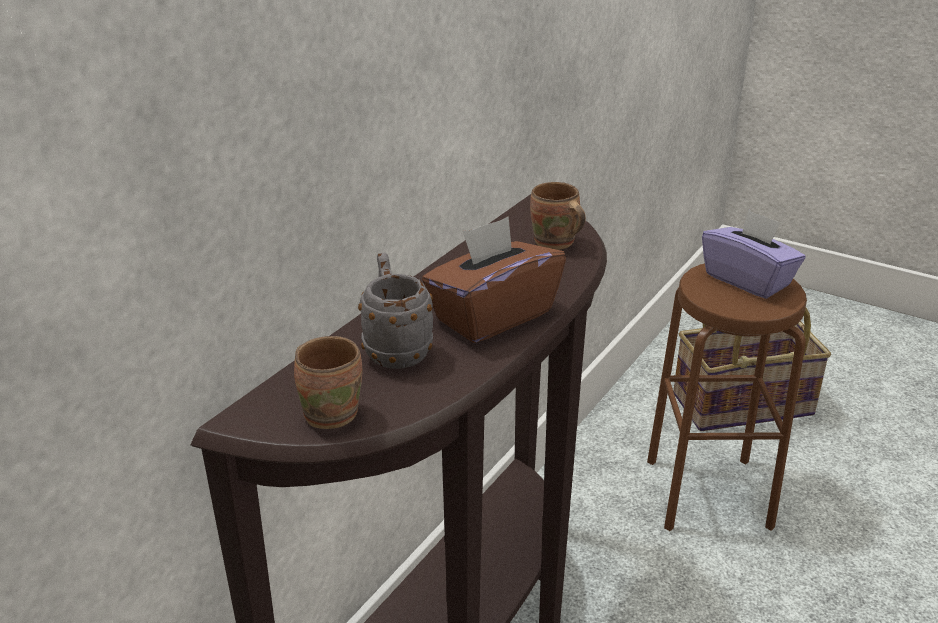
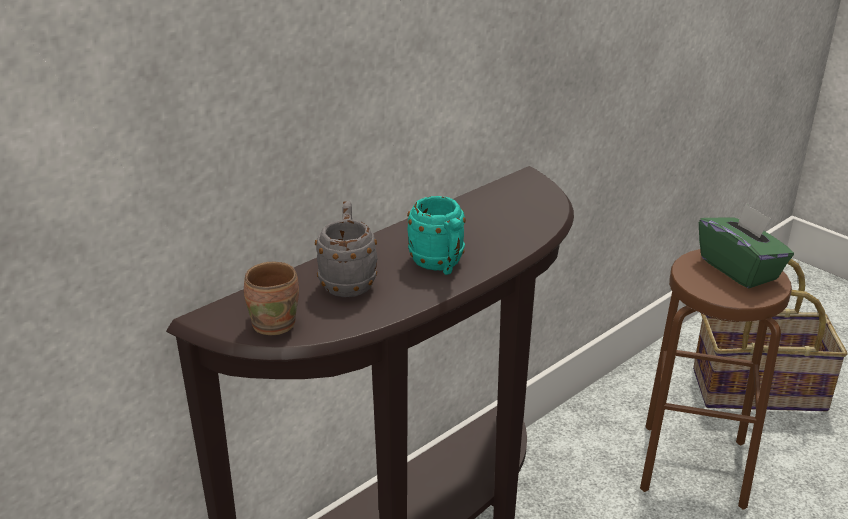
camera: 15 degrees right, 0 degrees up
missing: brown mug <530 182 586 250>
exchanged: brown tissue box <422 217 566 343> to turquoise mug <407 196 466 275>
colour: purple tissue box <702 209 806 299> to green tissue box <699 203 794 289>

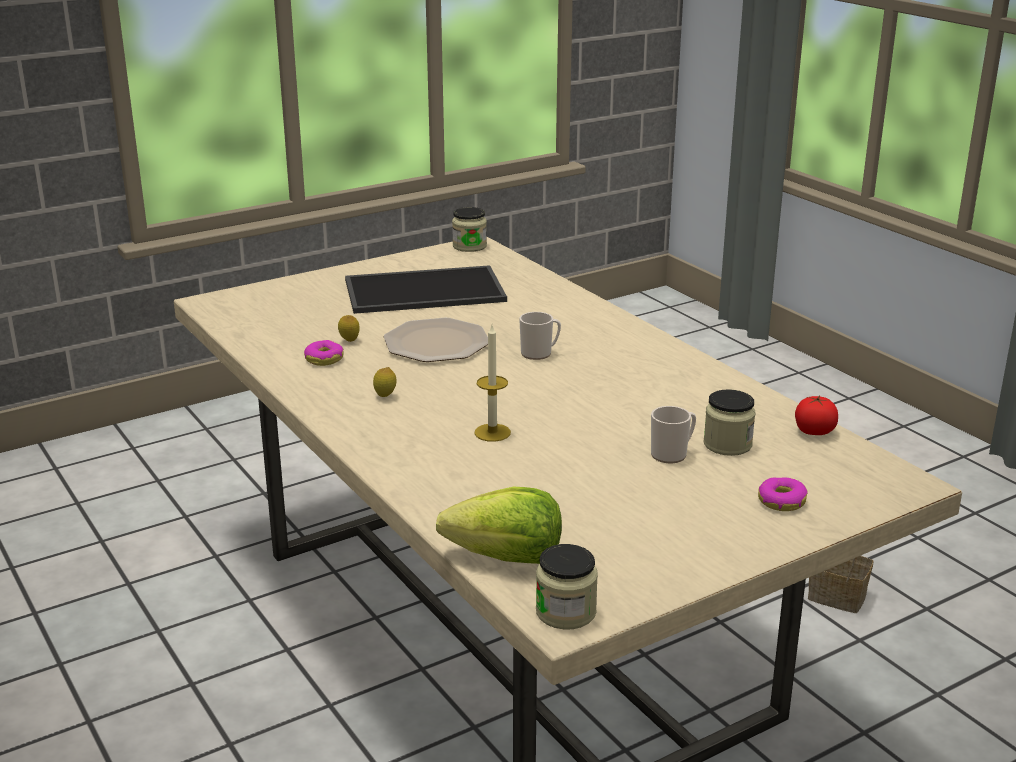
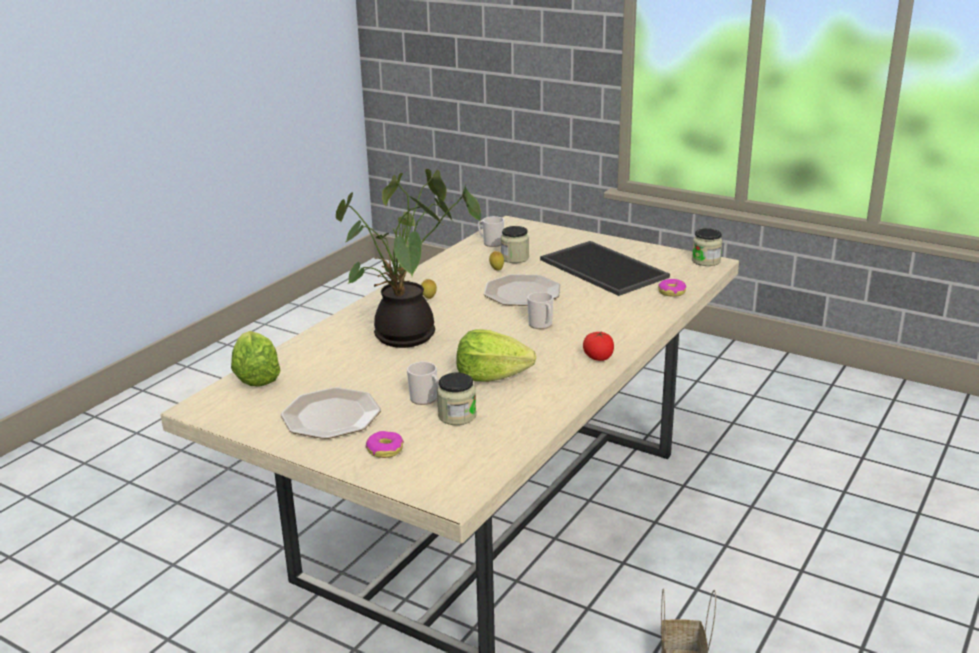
camera: 65 degrees right, 0 degrees up
appeared: plate <281 387 381 439>; lettuce <456 329 536 382>; mug <478 216 504 247>
relocated: donut <304 340 344 366> to <658 279 686 297>; jar <536 544 598 630> to <501 226 529 263>; tomato <795 395 838 435> to <583 332 614 361>
exchanged: candle <474 325 511 442> to potted plant <336 169 481 348>

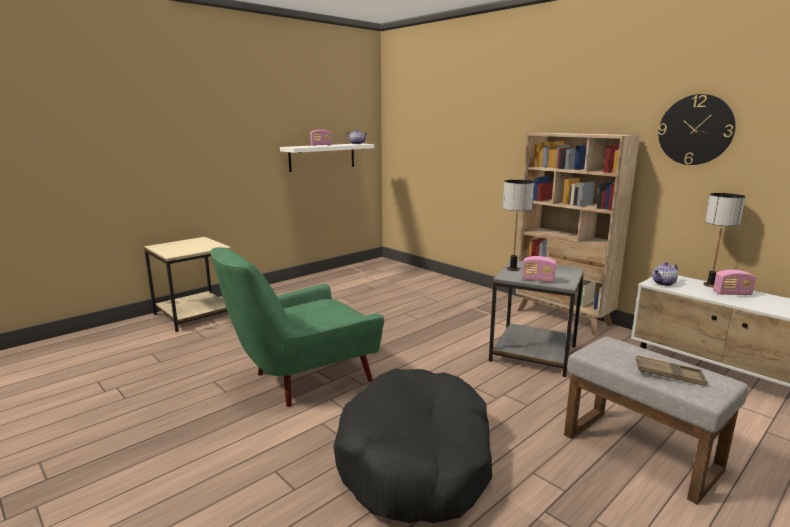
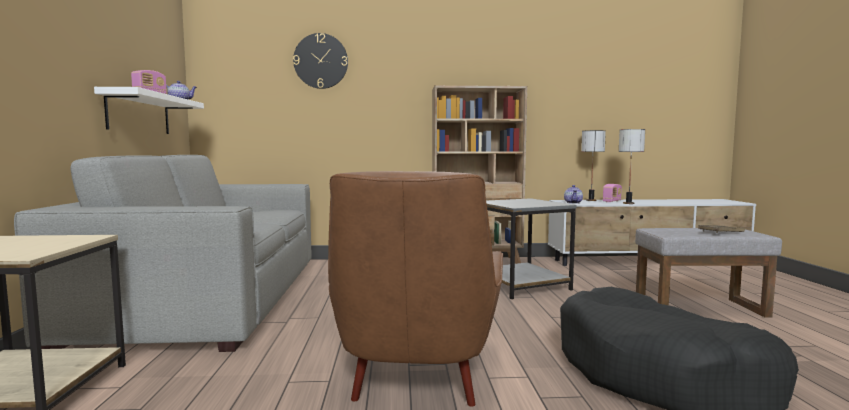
camera: 50 degrees left, 10 degrees down
missing: radio <522 256 556 282>
appeared: grey sofa <14 155 312 352>
relocated: table lamp <503 180 534 271> to <619 129 645 204>; wall clock <658 94 736 165> to <293 33 348 89>
colour: green armchair <210 247 384 407> to brown armchair <328 171 504 407>

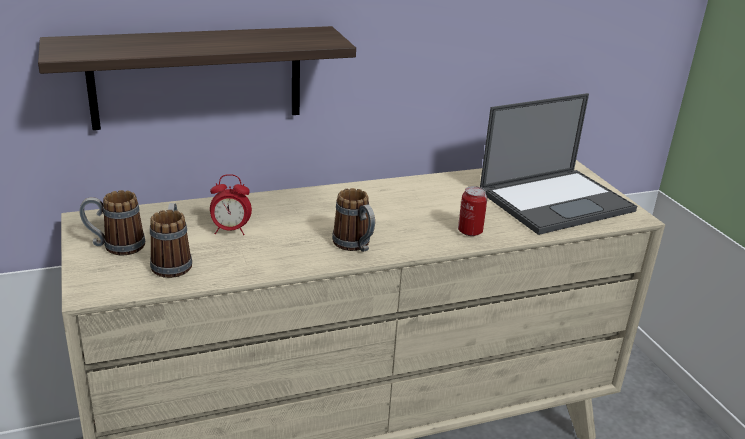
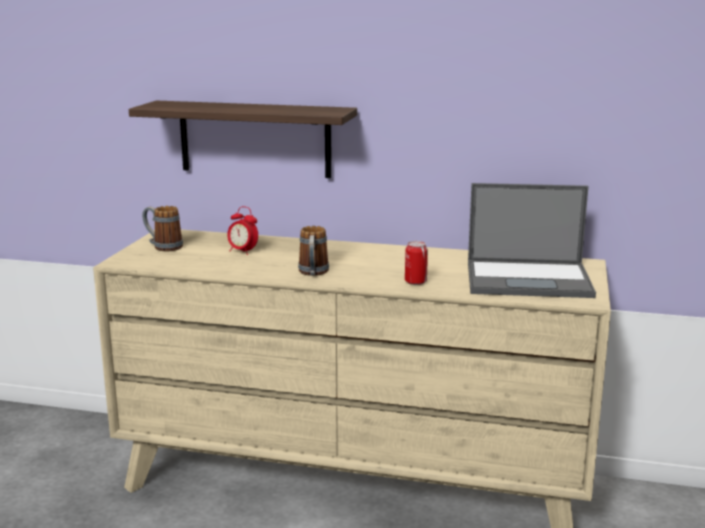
camera: 35 degrees right, 10 degrees down
missing: mug <150 203 192 278>

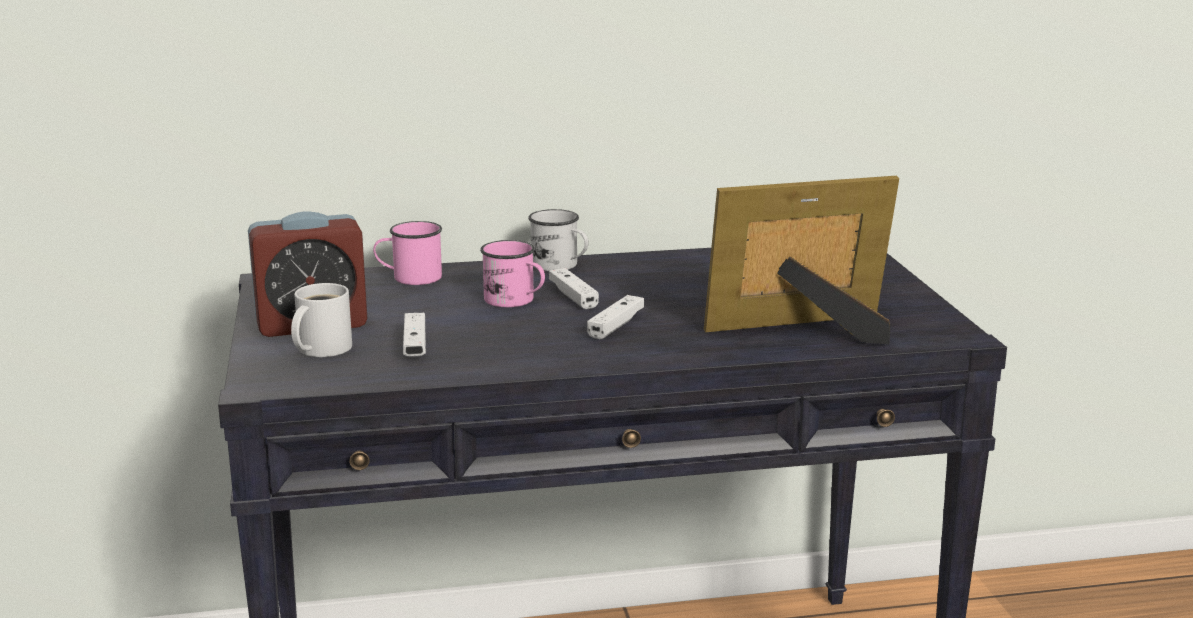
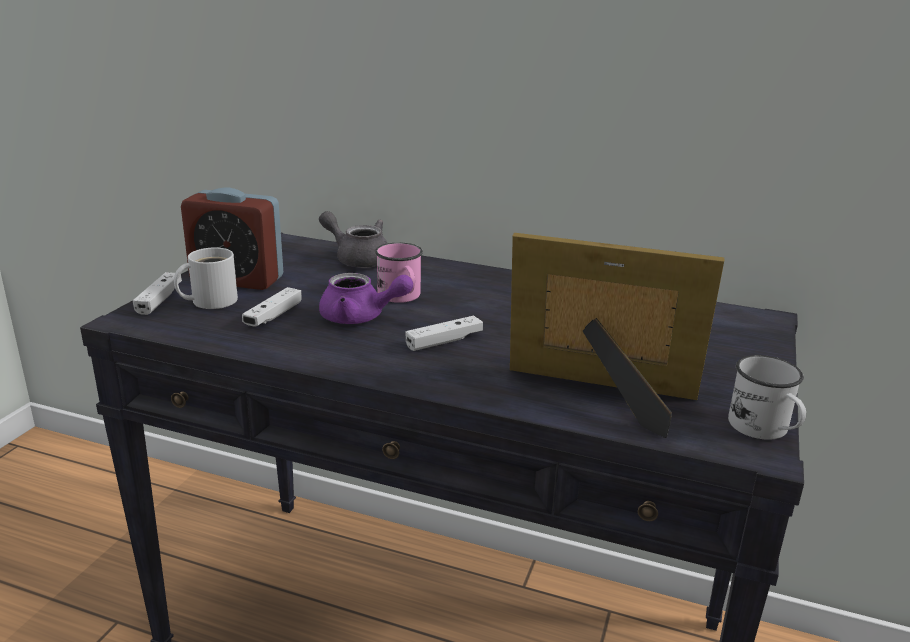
camera: 30 degrees right, 5 degrees up
appeared: purple teapot <319 273 413 324>
relocated: white mug <528 209 588 271> to <728 355 806 440>; white game controller <549 268 599 309> to <133 272 182 315>
exchanged: pink mug <373 221 442 285> to grey teapot <319 211 387 268>

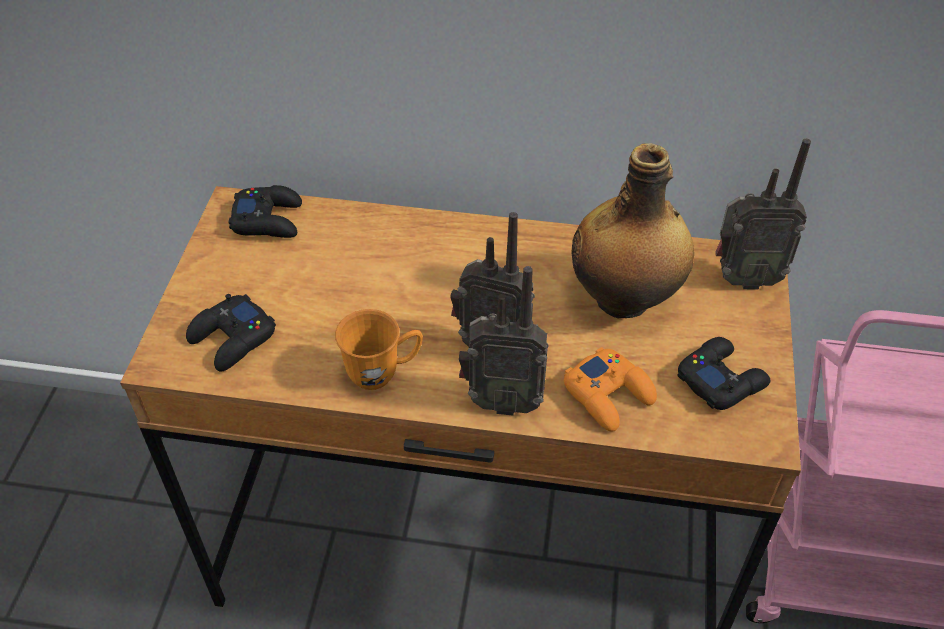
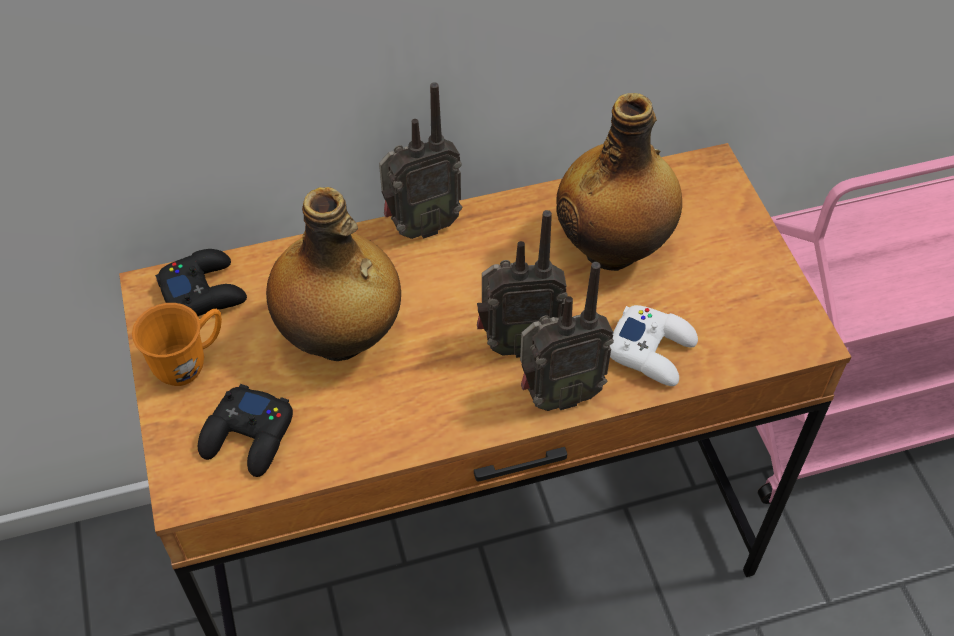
camera: 25 degrees left, 5 degrees up
missing: black game controller <677 337 771 410>
appeared: bottle <266 187 401 361>
relocated: orange mug <335 309 423 390> to <132 303 222 386>; radio <715 139 811 290> to <379 82 462 239>
colour: orange game controller <564 347 657 432> to white game controller <610 305 698 386>

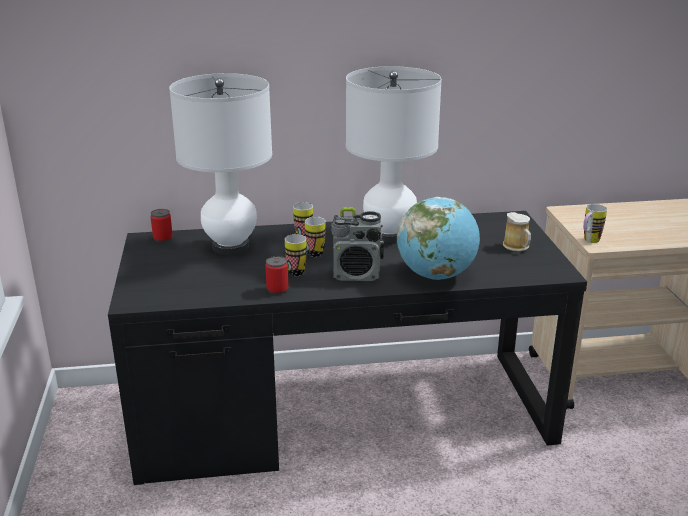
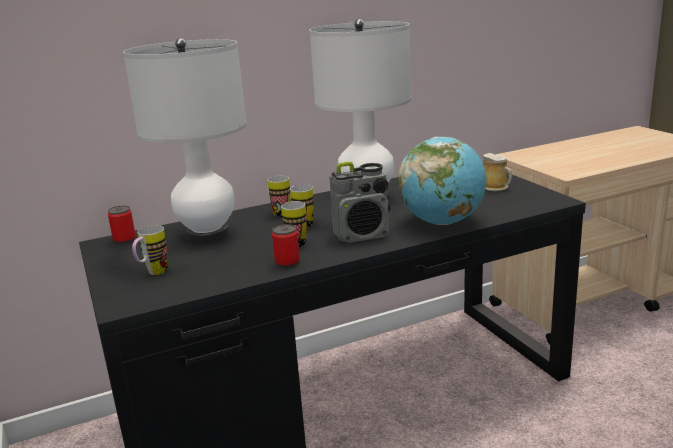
camera: 15 degrees left, 5 degrees down
relocated: mug <583 204 607 243> to <132 225 167 275>

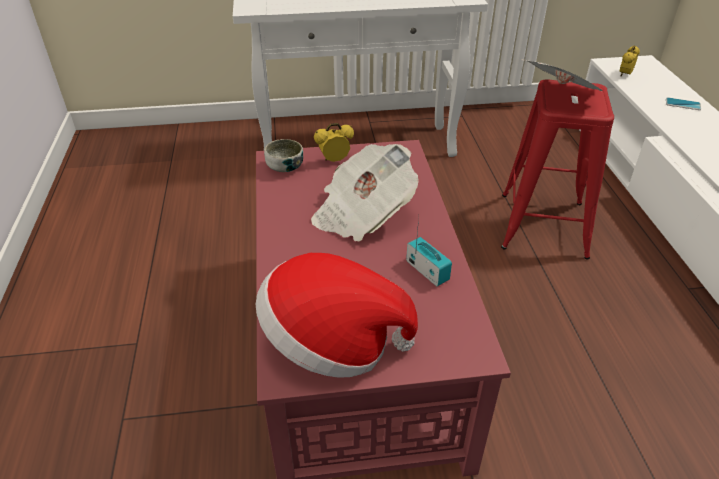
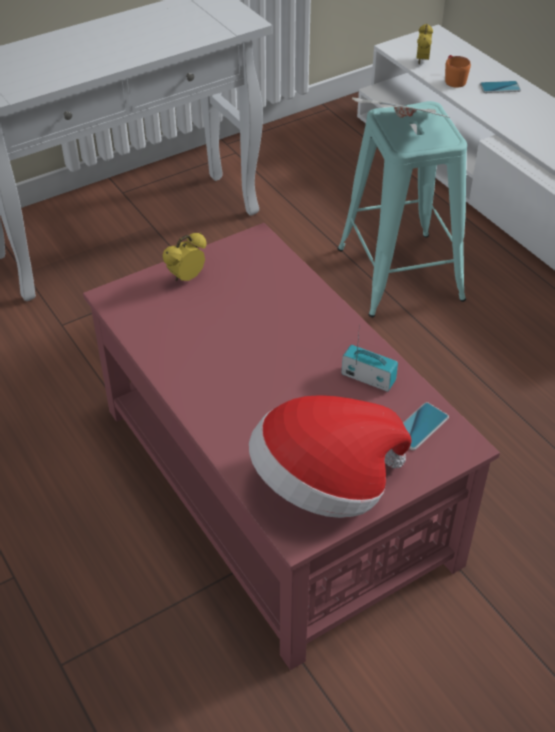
camera: 25 degrees left, 5 degrees up
missing: bowl <264 139 303 172>; newspaper <311 144 419 242>
appeared: phone <403 402 449 450>; orange mug <445 55 471 88>
colour: red stool <501 79 614 260> to turquoise stool <338 101 467 318>

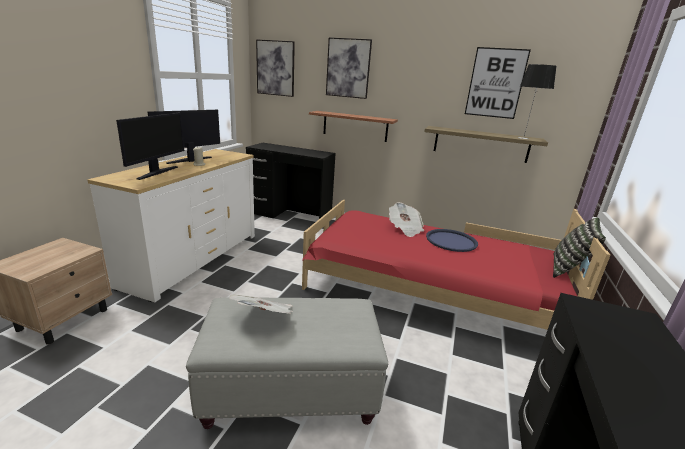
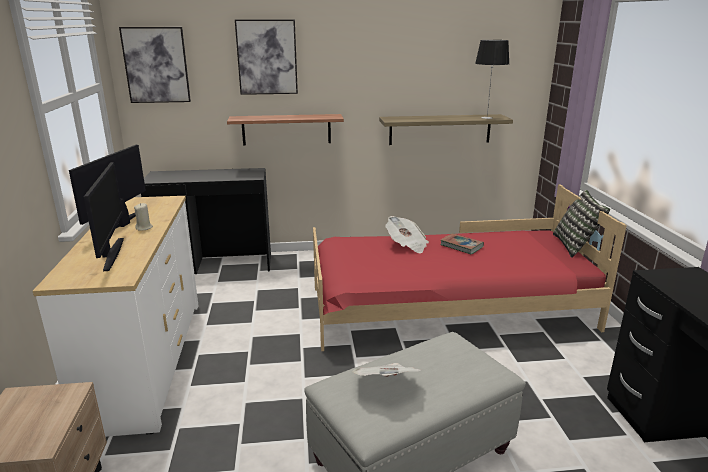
camera: 25 degrees left, 0 degrees up
missing: picture <465 47 531 119>
exchanged: blue tray <426 229 478 252> to book <440 233 484 255>

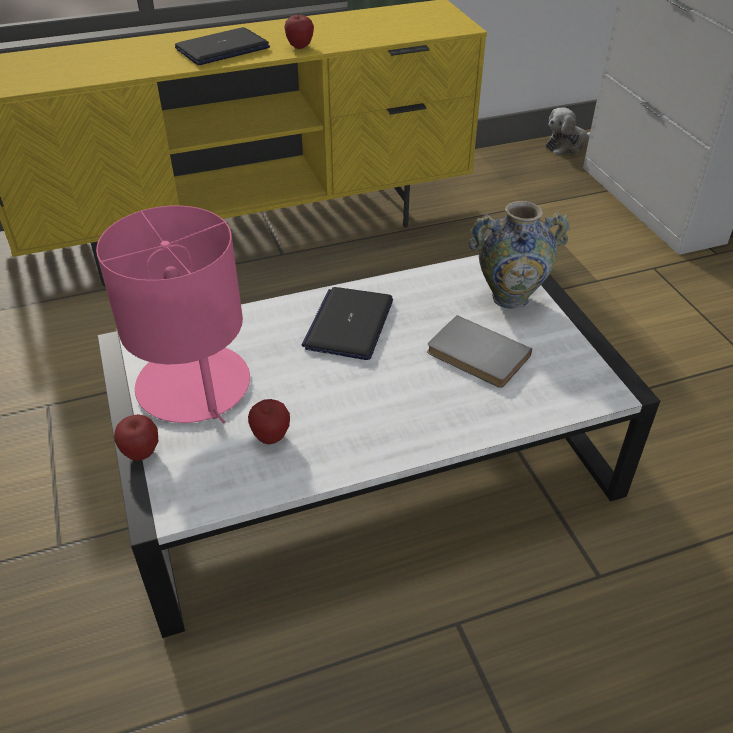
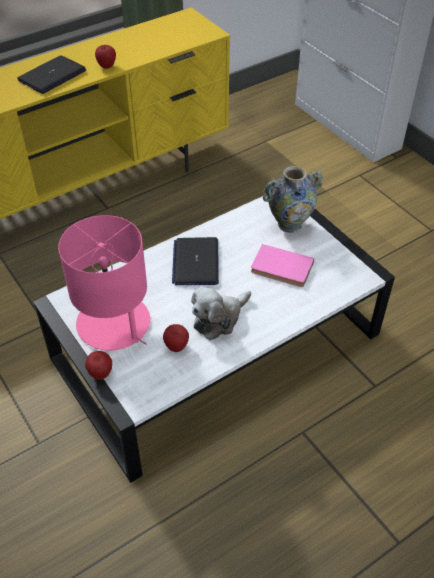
camera: 15 degrees left, 5 degrees up
relocated: plush toy <546 107 590 155> to <191 287 251 340>
colour: grey book <427 315 532 388> to pink book <251 244 314 287>

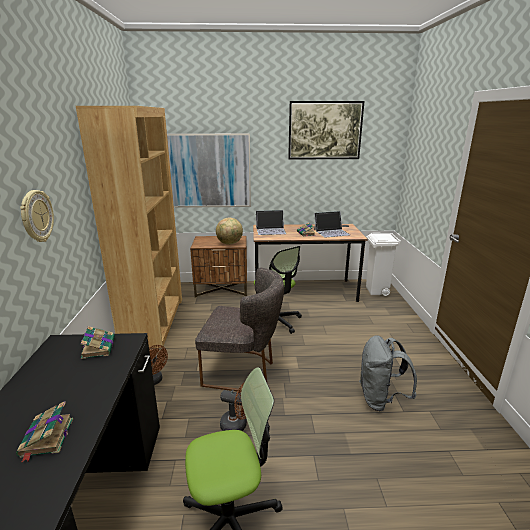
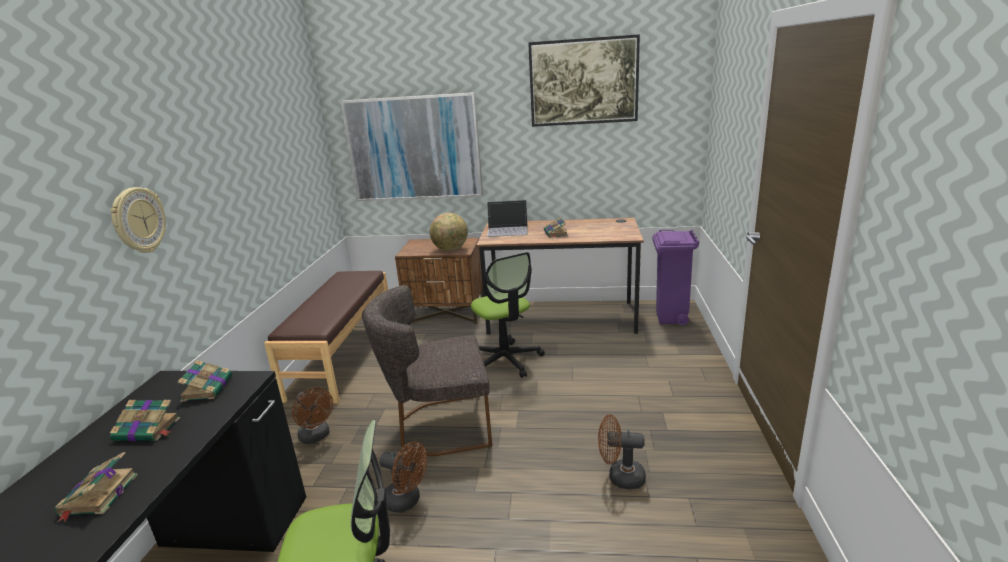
camera: 10 degrees right, 0 degrees up
missing: laptop <314 211 350 238>
appeared: book <110 400 180 441>
exchanged: brown bookcase <76 106 182 348> to brown bench <264 271 388 403>; grey backpack <359 335 417 411> to brown fan <598 414 646 490>
colour: white trash can <366 232 401 296> to purple trash can <652 230 700 325>
spun: grey chair <195 267 284 391> = <362 285 492 456> 150 degrees clockwise

